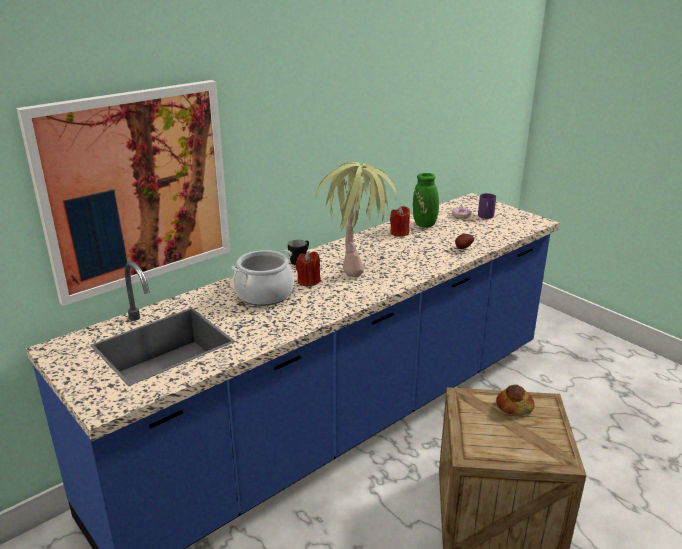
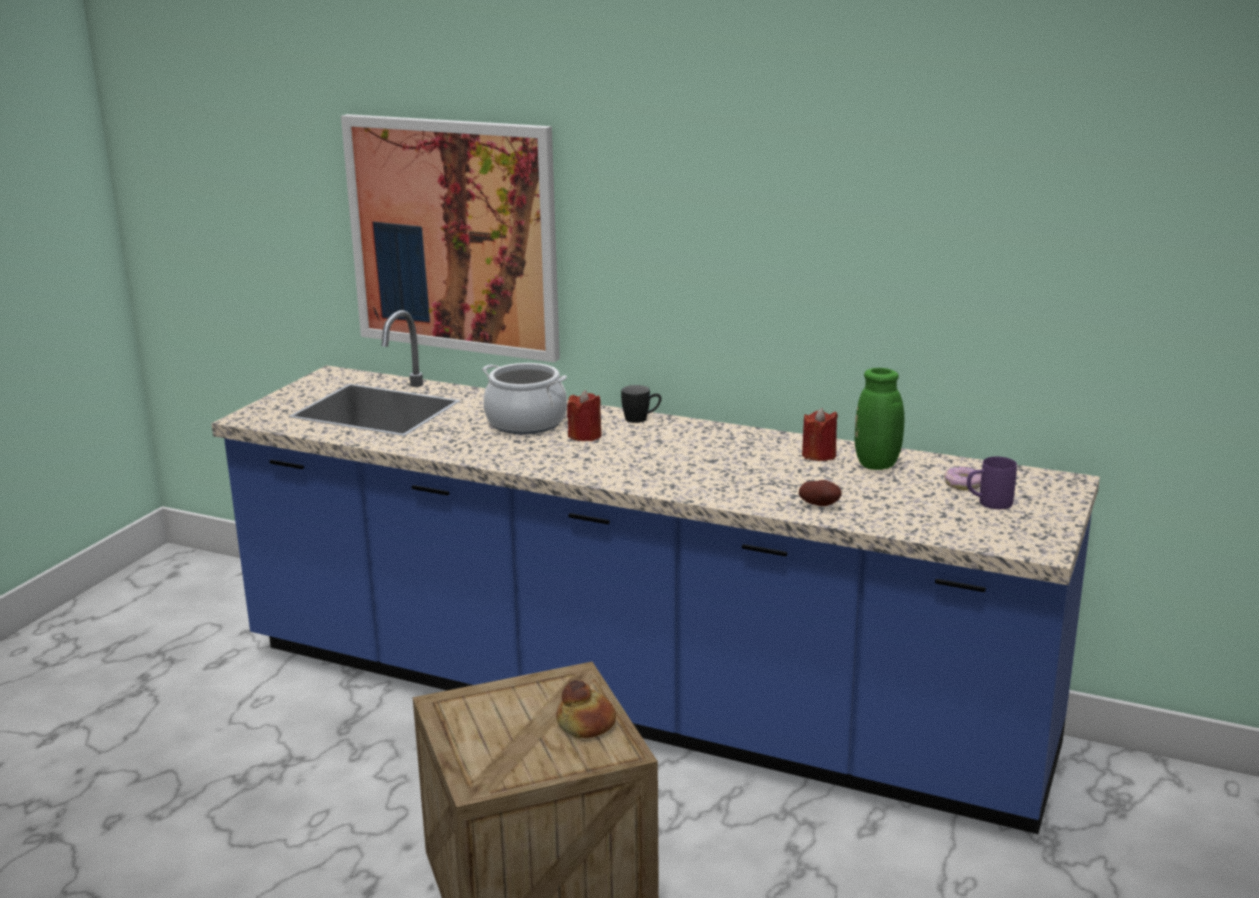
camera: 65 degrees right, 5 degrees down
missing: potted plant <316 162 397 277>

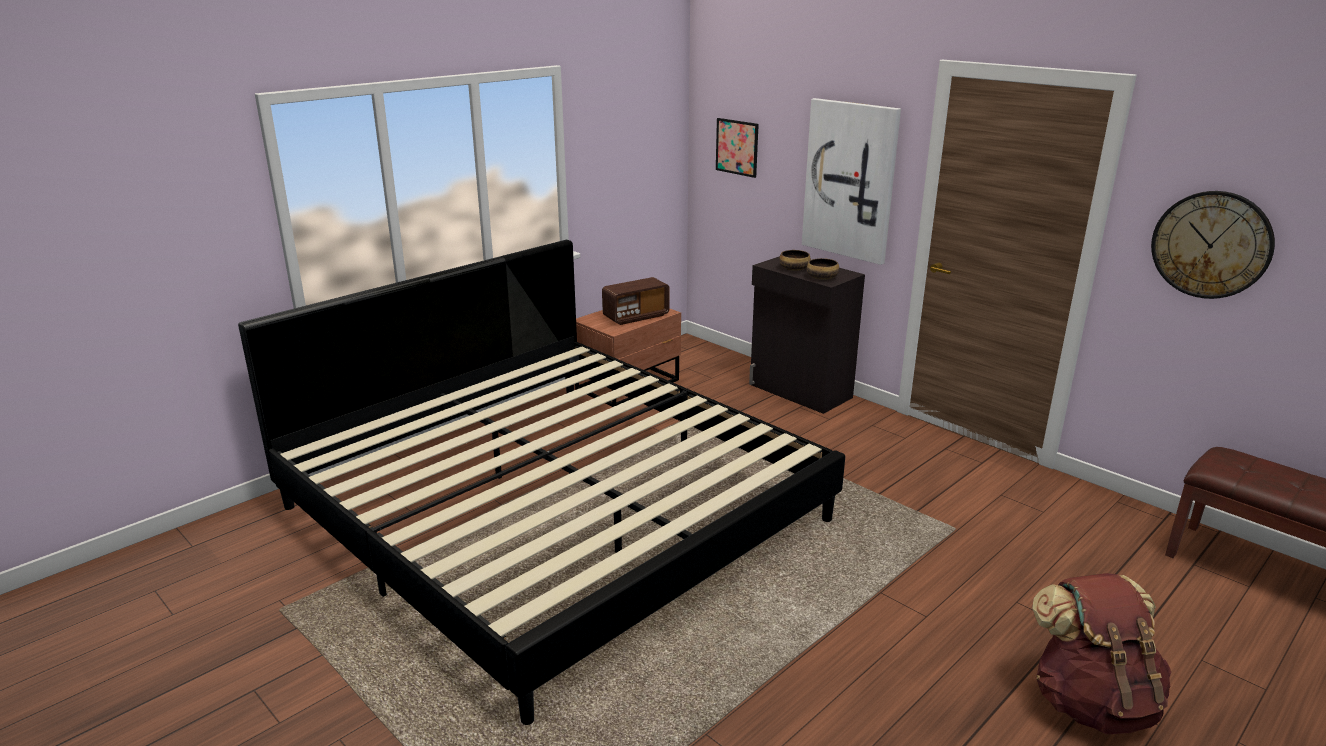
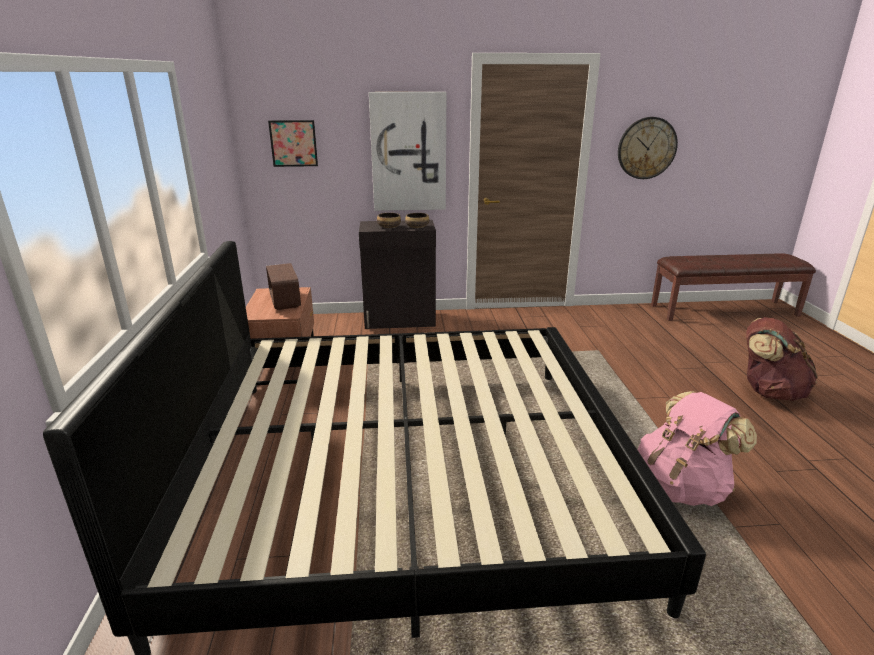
camera: 50 degrees left, 0 degrees up
appeared: pink backpack <638 391 757 506>
spun: radio <602 277 670 325> = <266 263 301 310> 150 degrees clockwise

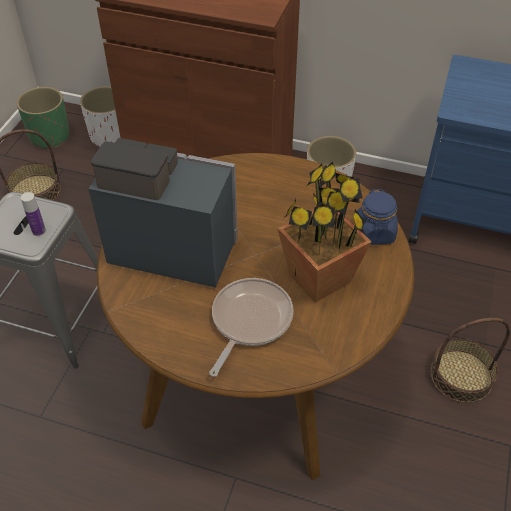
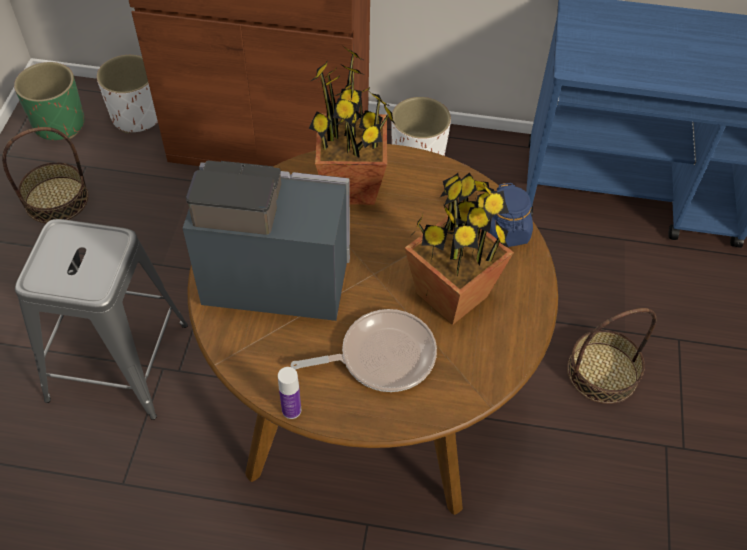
camera: 10 degrees left, 5 degrees up
appeared: potted plant <309 45 396 205>
relocated: bottle <21 192 46 236> to <278 367 301 419>
spun: frying pan <209 278 294 377> = <291 309 437 392> 60 degrees clockwise

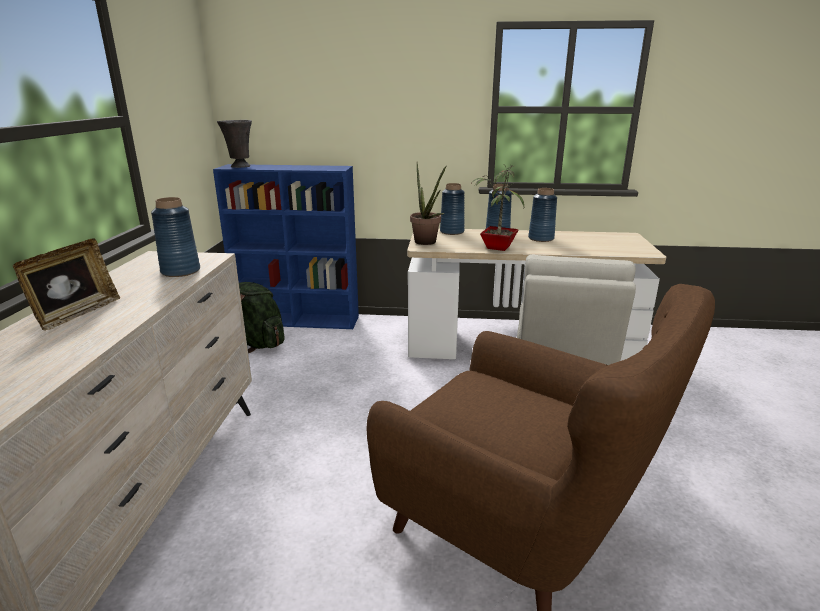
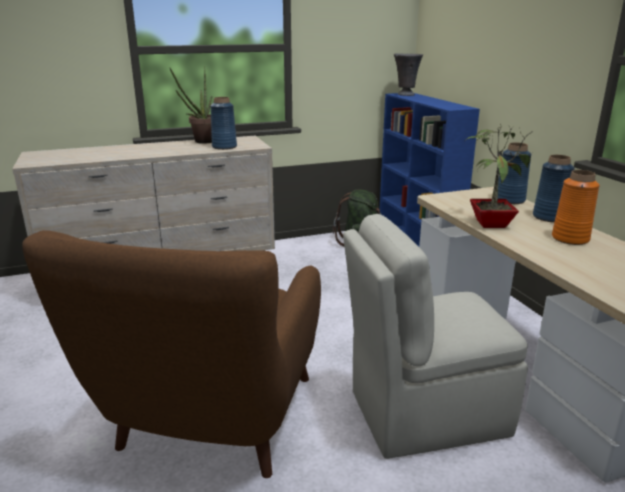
camera: 65 degrees right, 0 degrees up
missing: picture frame <13 238 120 330>
relocated: potted plant <410 163 446 245> to <170 66 212 144>
colour: blue vase <528 188 557 242> to orange vase <552 170 600 245>

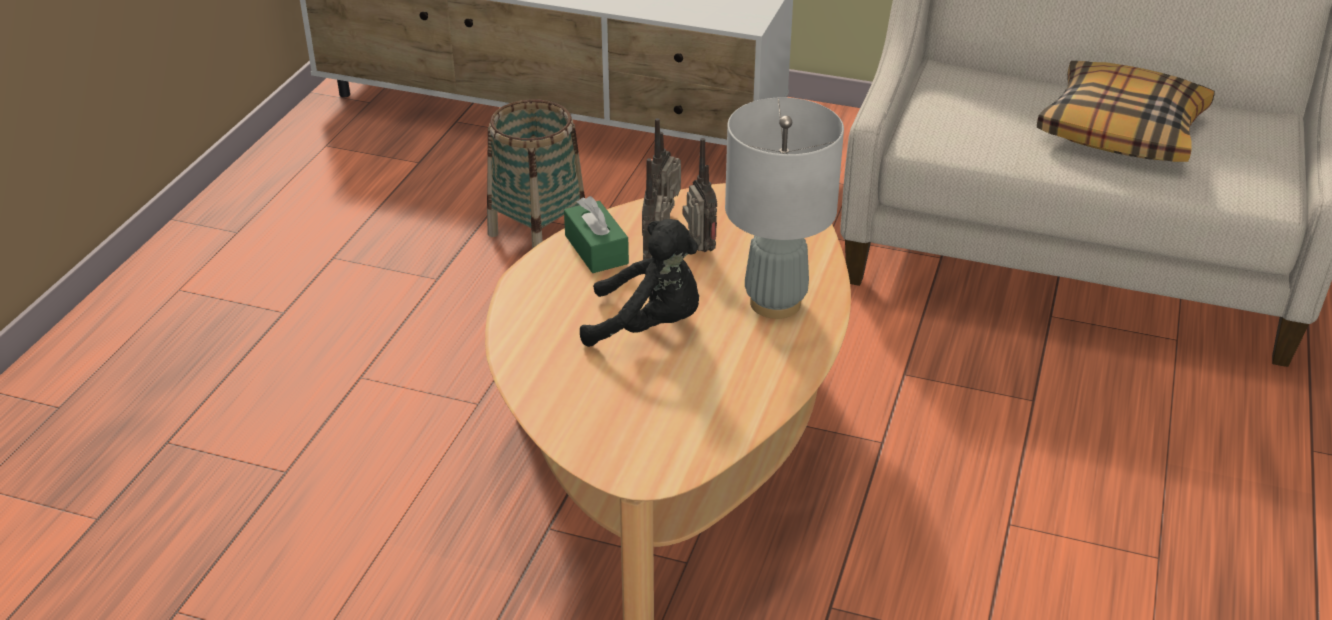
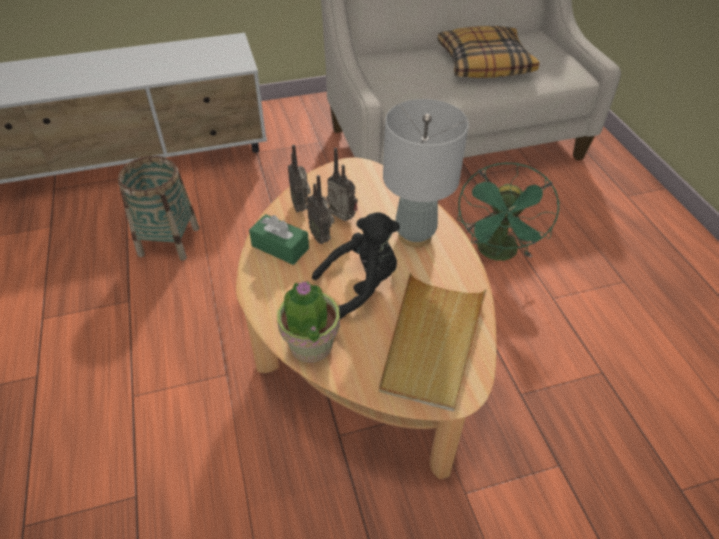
camera: 35 degrees left, 10 degrees up
appeared: potted plant <277 280 340 363>; beige tray <379 272 487 412>; green fan <457 163 560 261>

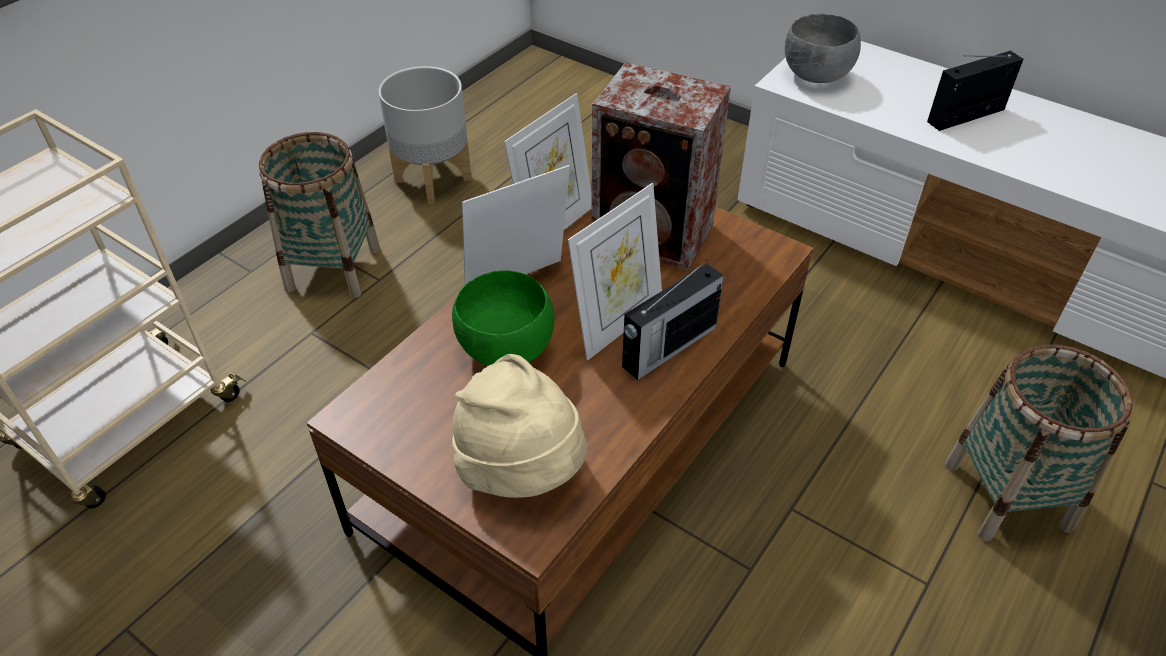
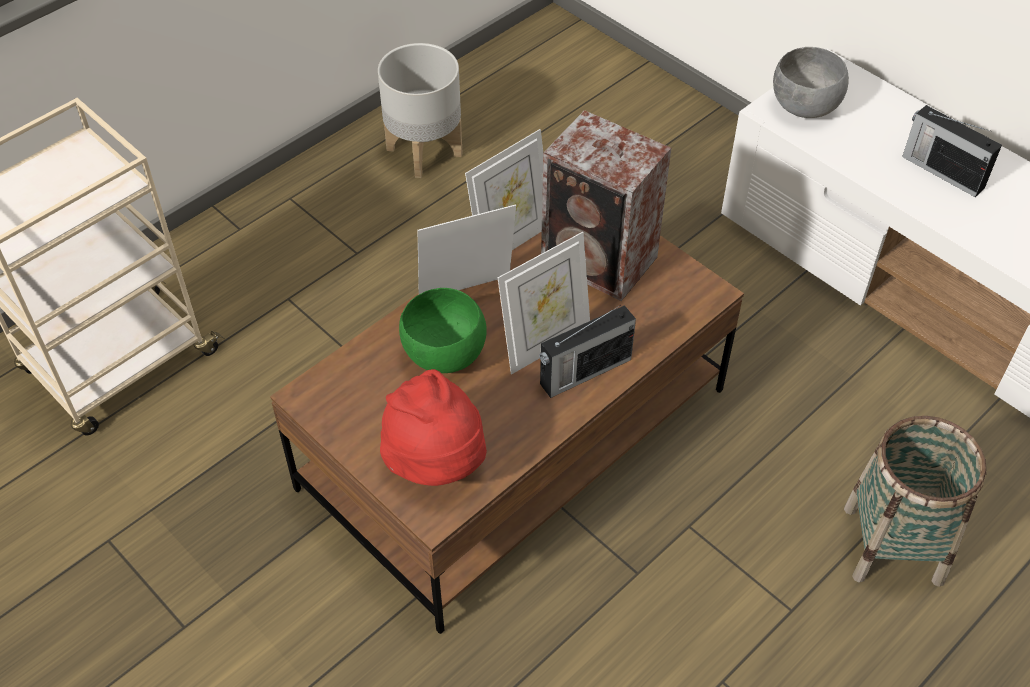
camera: 10 degrees right, 5 degrees up
missing: basket <259 132 380 298>
colour: beige hat <452 354 588 498> to red hat <380 369 487 486>
spun: radio <927 51 1023 131> = <902 105 1002 197> 120 degrees counterclockwise

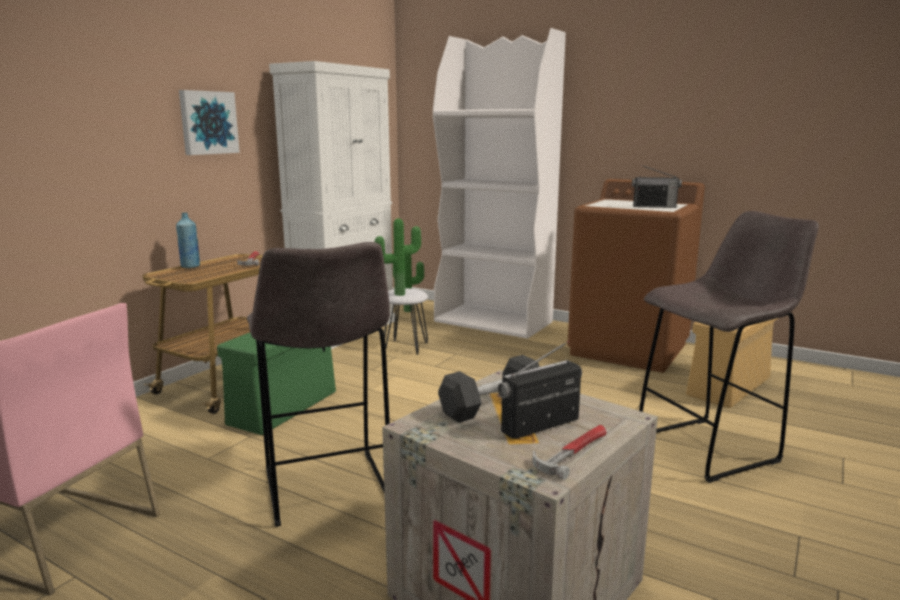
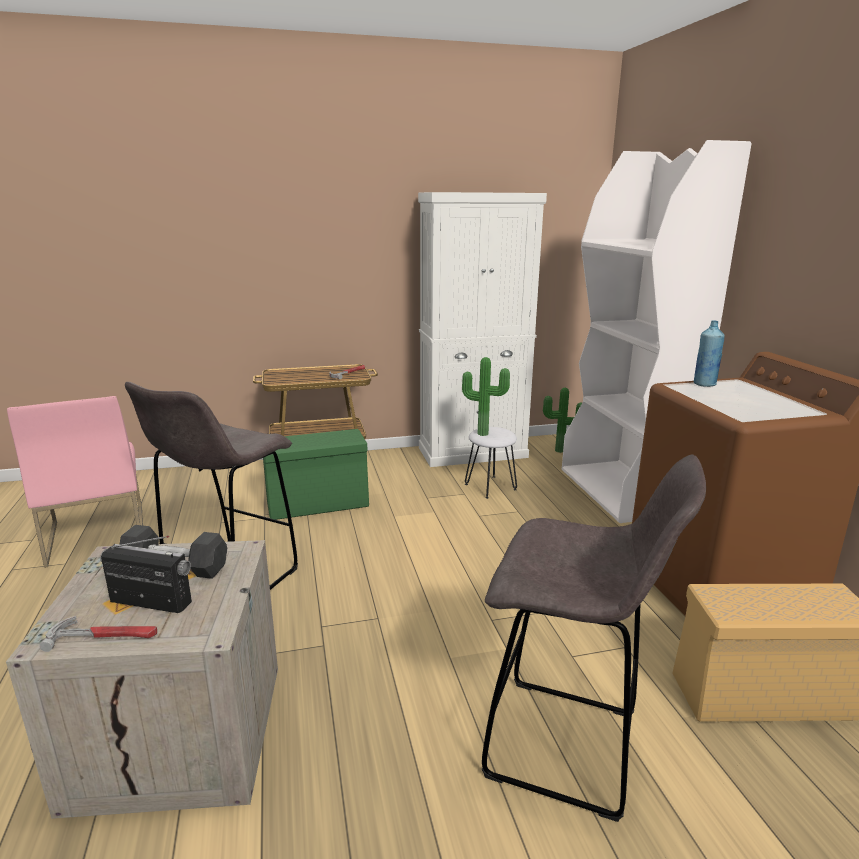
camera: 45 degrees right, 5 degrees up
missing: picture <179 90 240 155>; radio <632 165 682 208>
relocated: blue bottle <176 213 200 268> to <694 320 725 387>

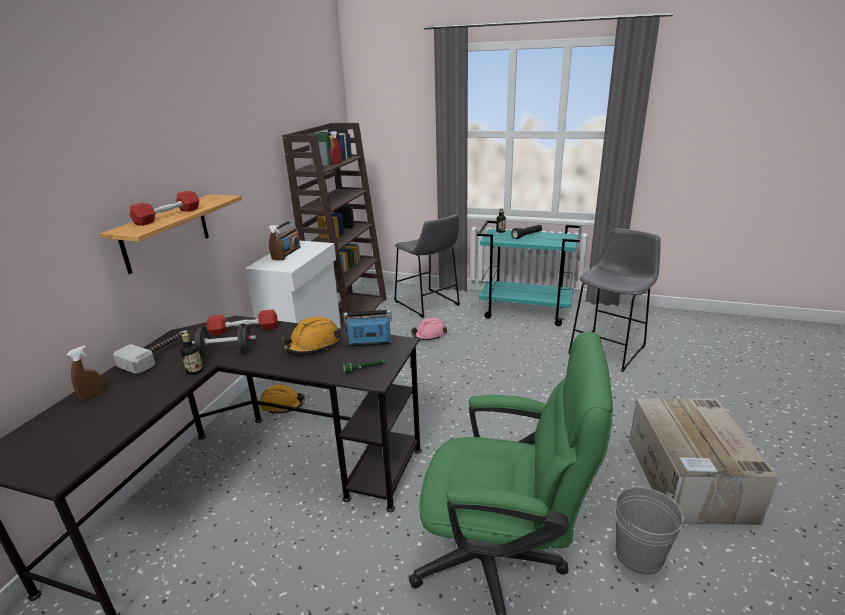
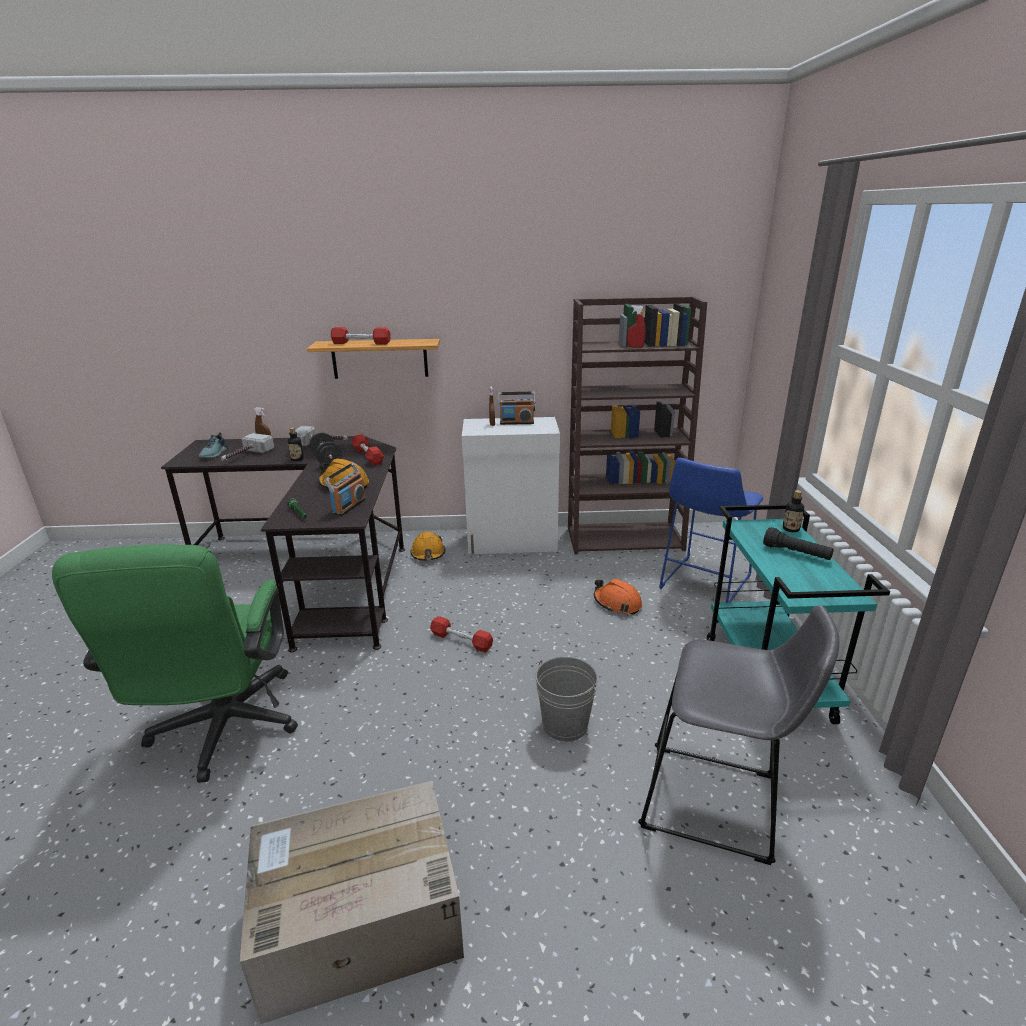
camera: 70 degrees right, 0 degrees up
appeared: shoe <198 432 227 458>; hammer <221 433 274 461>; red dumbbell <430 616 493 653>
relocated: grey bucket <615 487 684 575> to <536 657 598 742>
colour: grey stool <394 215 460 318> to blue stool <659 458 763 602>; pink hard hat <411 318 447 340> to orange hard hat <594 579 642 615>
spun: radio <343 310 392 347> = <324 463 366 516> 45 degrees clockwise

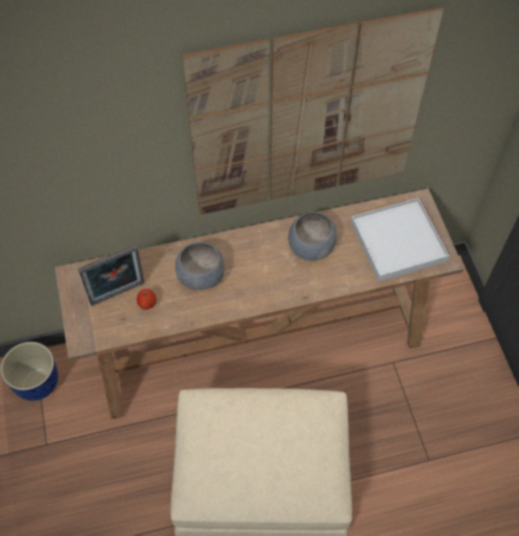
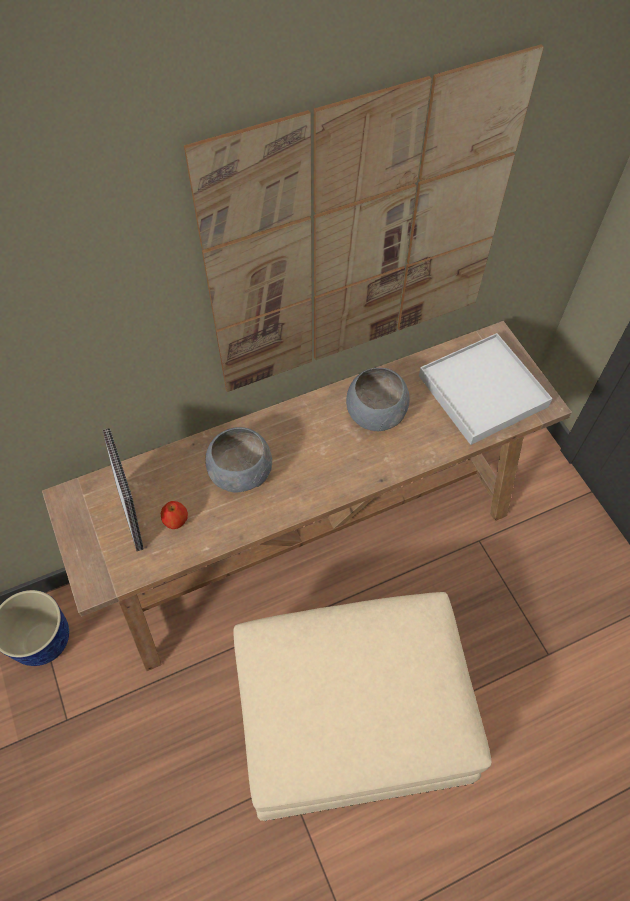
camera: 10 degrees left, 0 degrees up
spun: picture frame <78 245 144 306> = <102 428 144 551> 75 degrees counterclockwise

